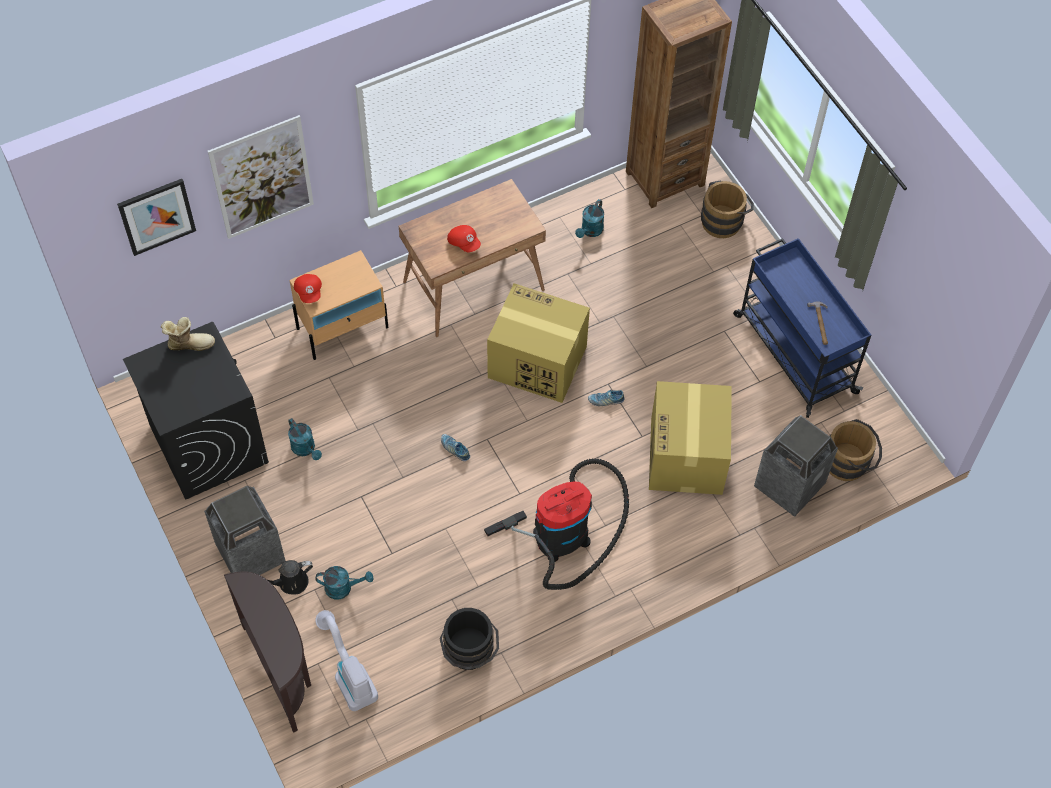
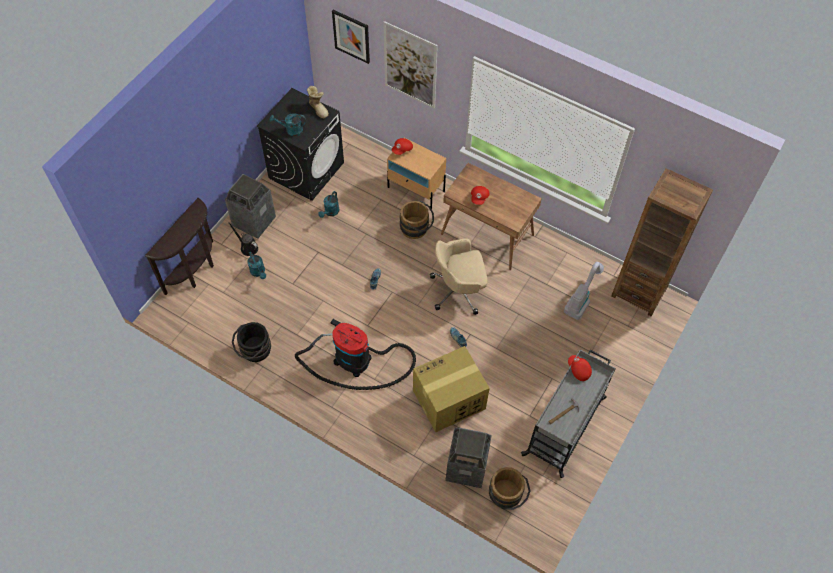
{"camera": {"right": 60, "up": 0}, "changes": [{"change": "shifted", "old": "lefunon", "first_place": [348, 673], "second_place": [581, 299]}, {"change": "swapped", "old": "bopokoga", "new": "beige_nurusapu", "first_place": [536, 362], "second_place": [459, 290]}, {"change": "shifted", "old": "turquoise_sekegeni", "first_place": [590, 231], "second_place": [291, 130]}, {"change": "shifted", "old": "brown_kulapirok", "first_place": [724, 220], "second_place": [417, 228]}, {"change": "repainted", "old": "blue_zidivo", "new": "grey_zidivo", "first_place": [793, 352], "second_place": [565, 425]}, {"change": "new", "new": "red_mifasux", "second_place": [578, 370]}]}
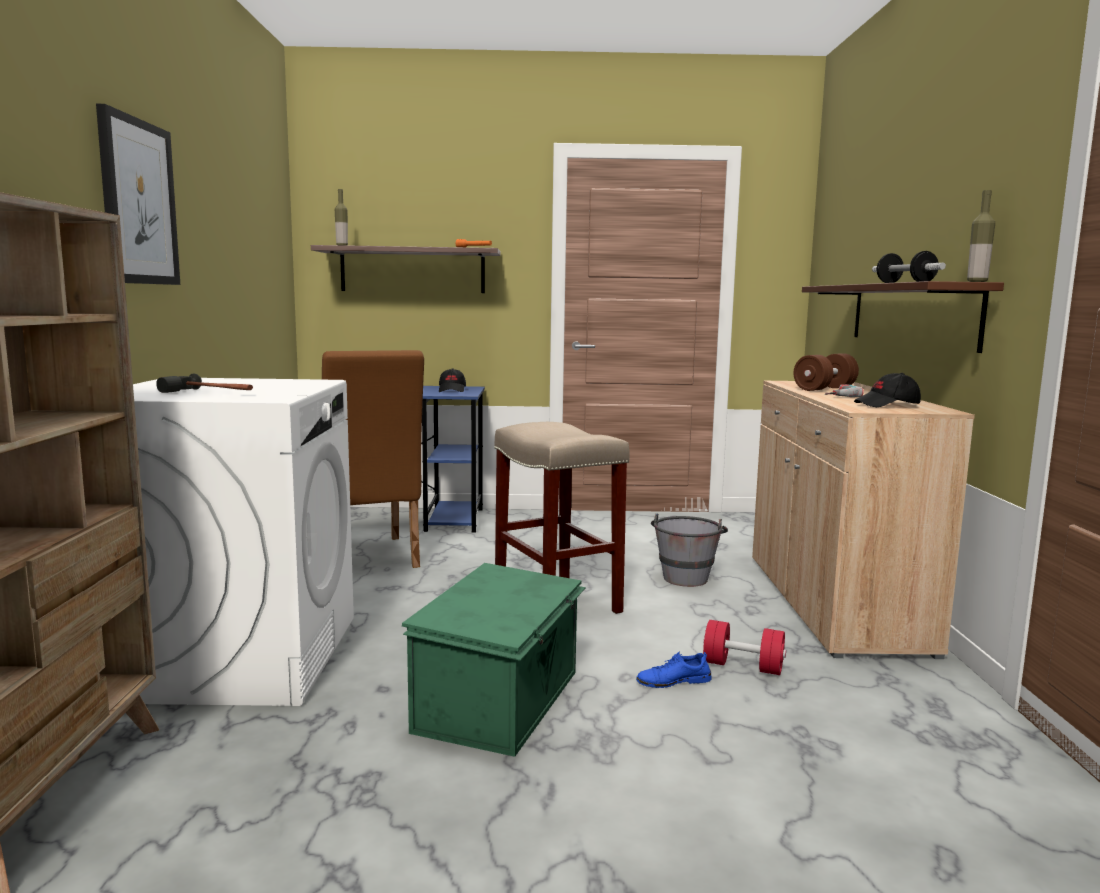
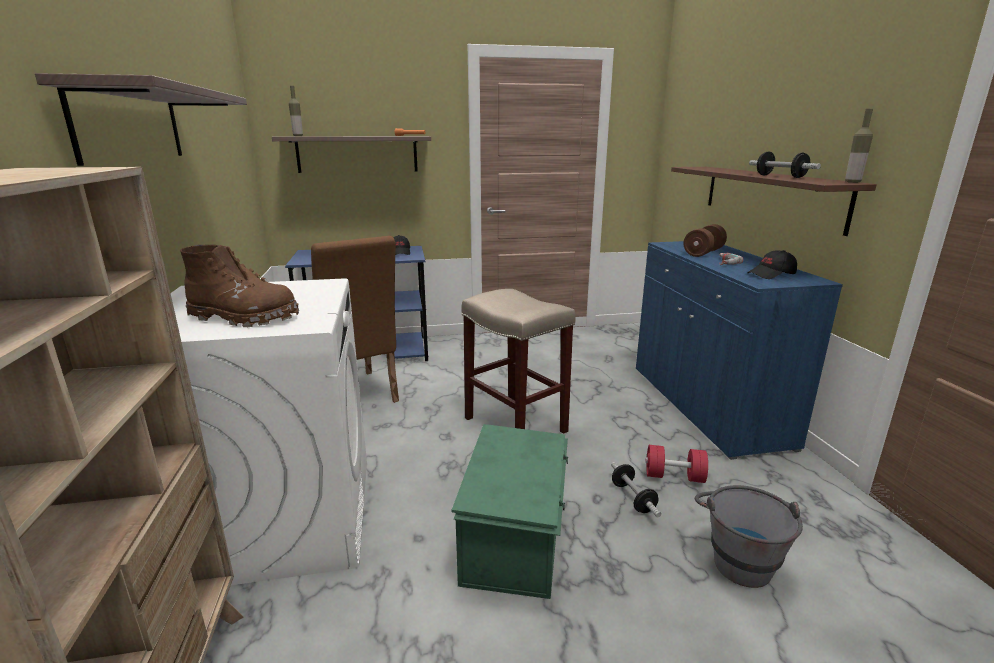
{"camera": {"right": -10, "up": 10}, "changes": [{"change": "swapped", "old": "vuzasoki", "new": "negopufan", "first_place": [138, 202], "second_place": [131, 124]}, {"change": "swapped", "old": "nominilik", "new": "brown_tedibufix", "first_place": [210, 393], "second_place": [244, 318]}, {"change": "swapped", "old": "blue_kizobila", "new": "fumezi", "first_place": [673, 681], "second_place": [633, 498]}, {"change": "shifted", "old": "grey_kulapirok", "first_place": [686, 575], "second_place": [737, 557]}, {"change": "repainted", "old": "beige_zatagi", "new": "blue_zatagi", "first_place": [833, 603], "second_place": [706, 405]}]}
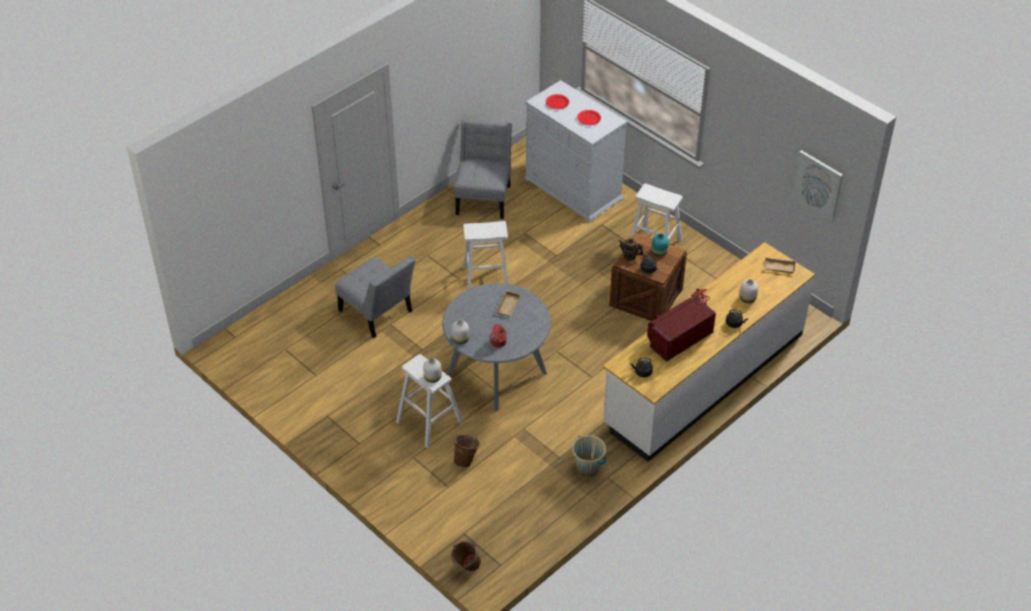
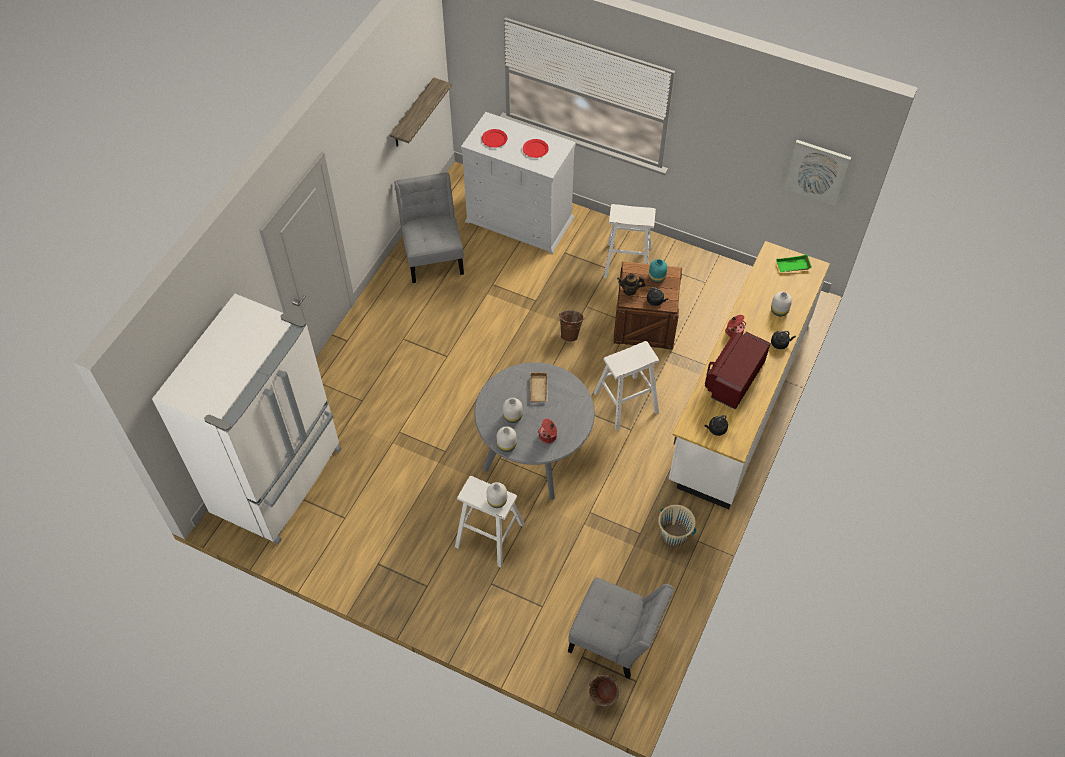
{"camera": {"right": -20, "up": 10}, "changes": [{"change": "shifted", "old": "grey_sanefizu", "first_place": [378, 313], "second_place": [615, 640]}, {"change": "shifted", "old": "brown_kulapirok", "first_place": [466, 460], "second_place": [570, 333]}, {"change": "shifted", "old": "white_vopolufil", "first_place": [486, 280], "second_place": [626, 402]}, {"change": "repainted", "old": "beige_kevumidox", "new": "green_kevumidox", "first_place": [778, 268], "second_place": [792, 266]}, {"change": "new", "new": "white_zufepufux", "second_place": [280, 481]}, {"change": "new", "new": "negopufan", "second_place": [413, 114]}, {"change": "new", "new": "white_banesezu", "second_place": [512, 416]}]}
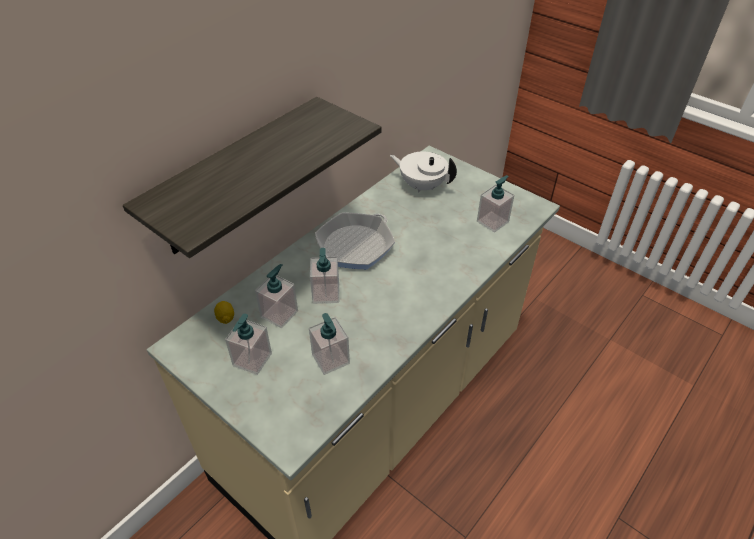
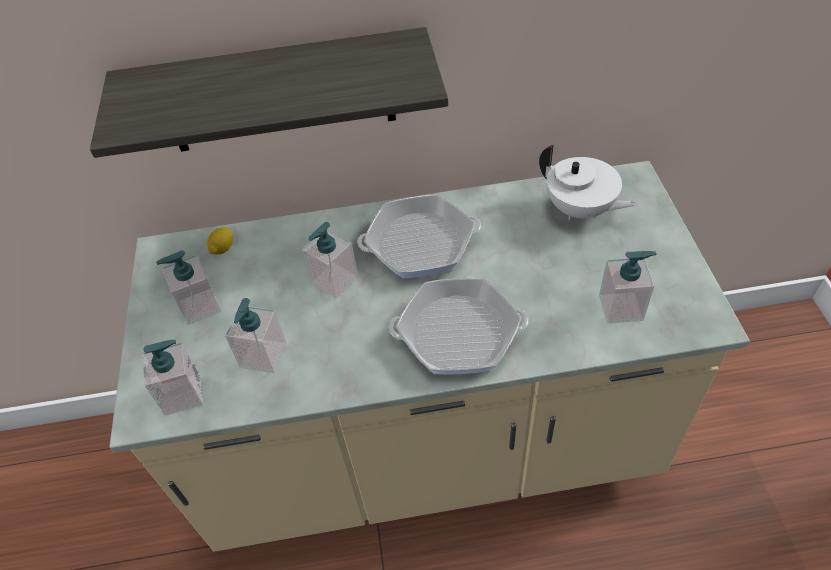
{"camera": {"right": 45, "up": 5}, "changes": [{"change": "shifted", "old": "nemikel", "first_place": [279, 314], "second_place": [183, 394]}, {"change": "rotated", "old": "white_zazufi", "first_place": [422, 185], "second_place": [580, 210], "degrees": 150}, {"change": "new", "new": "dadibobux", "second_place": [458, 333]}]}
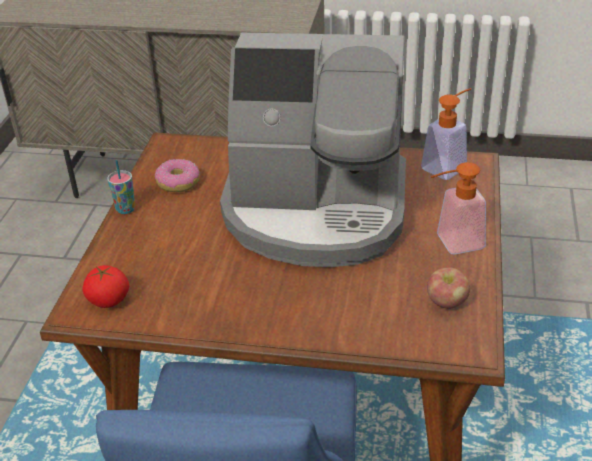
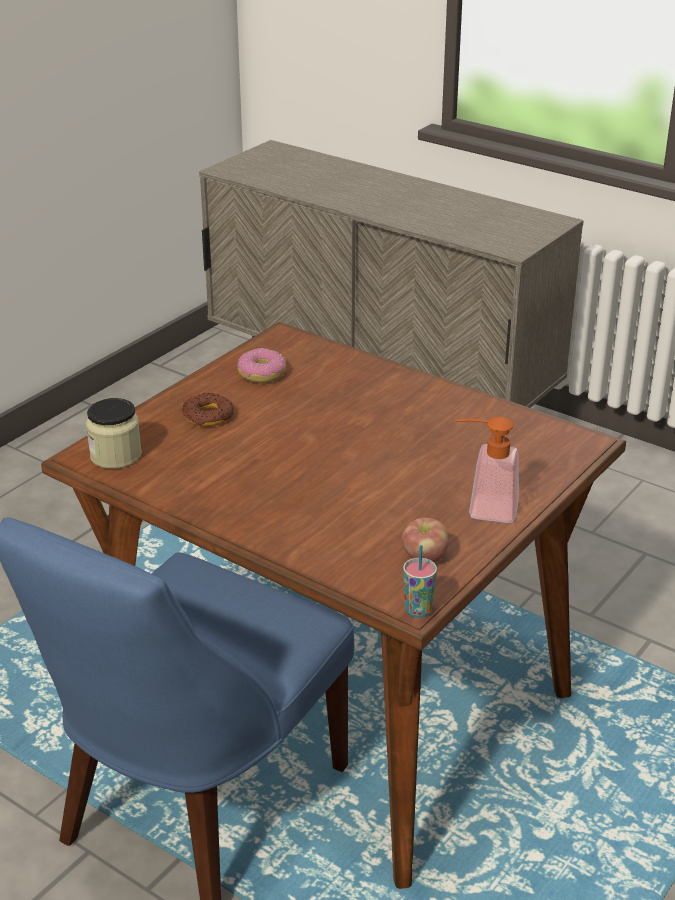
{"camera": {"right": 25, "up": -5}, "changes": [{"change": "swapped", "old": "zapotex", "new": "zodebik", "first_place": [109, 300], "second_place": [116, 456]}, {"change": "shifted", "old": "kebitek", "first_place": [125, 209], "second_place": [418, 610]}, {"change": "gone", "old": "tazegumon", "first_place": [316, 211]}, {"change": "gone", "old": "nemikel", "first_place": [448, 165]}, {"change": "new", "new": "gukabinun", "second_place": [208, 416]}]}
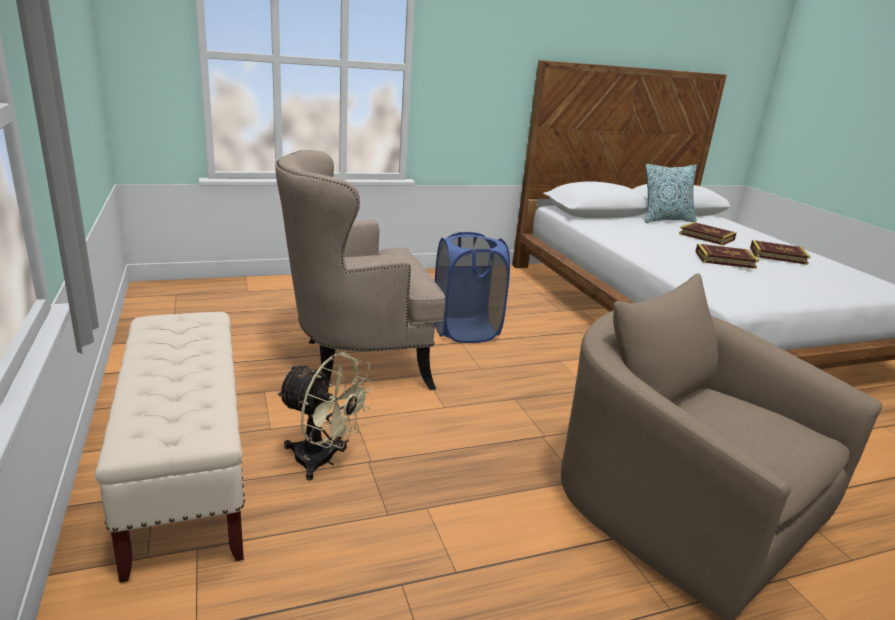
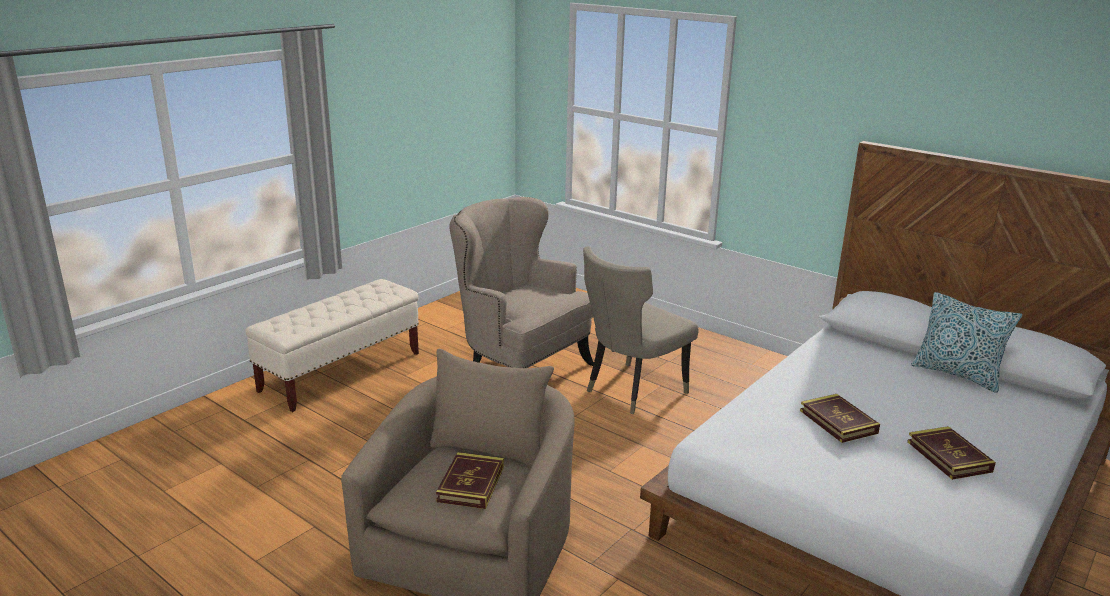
{"camera": {"right": 60, "up": 0}, "changes": [{"change": "gone", "old": "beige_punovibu", "first_place": [323, 461]}, {"change": "swapped", "old": "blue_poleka", "new": "beige_sanefizu", "first_place": [465, 331], "second_place": [631, 391]}, {"change": "shifted", "old": "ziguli", "first_place": [706, 236], "second_place": [471, 484]}]}
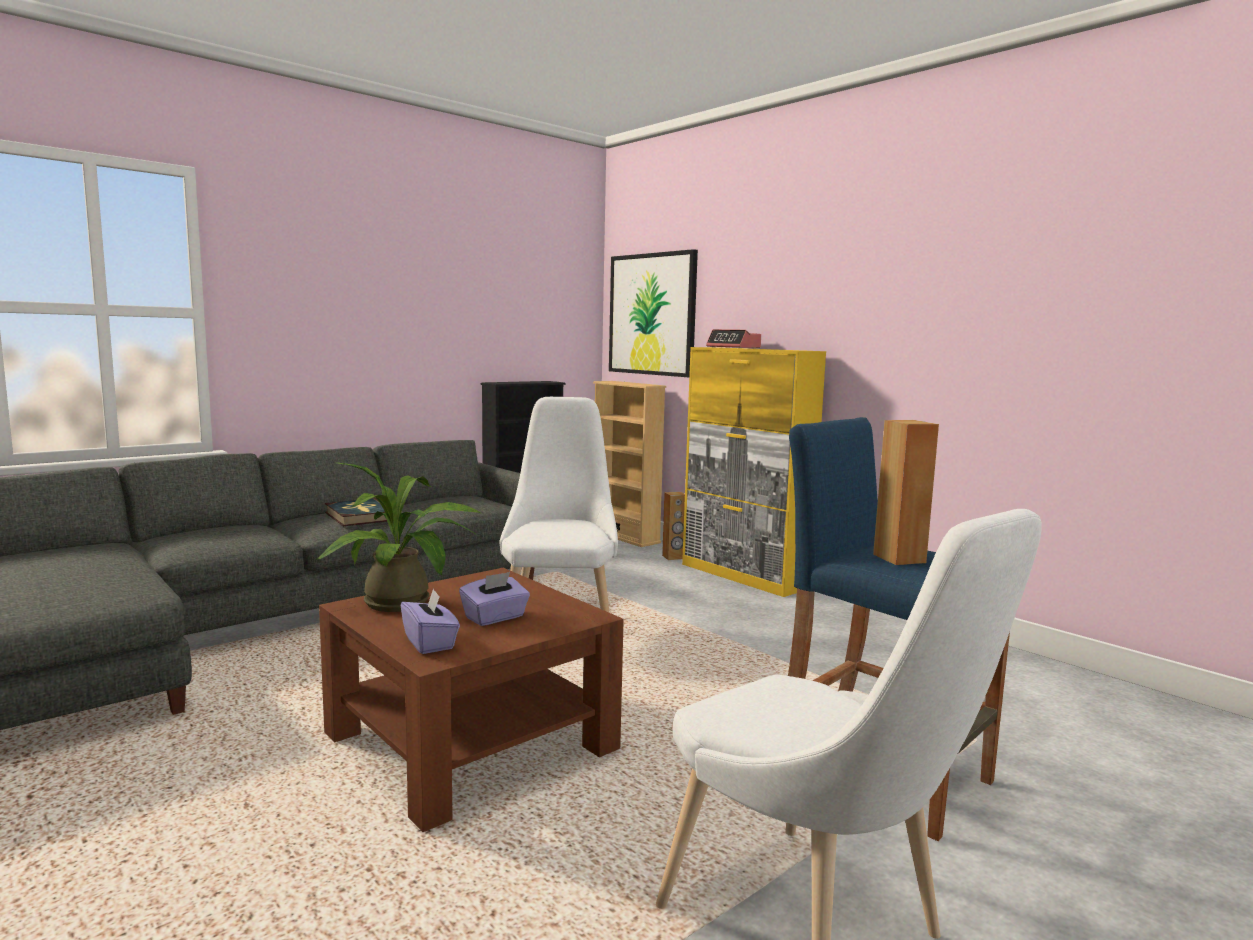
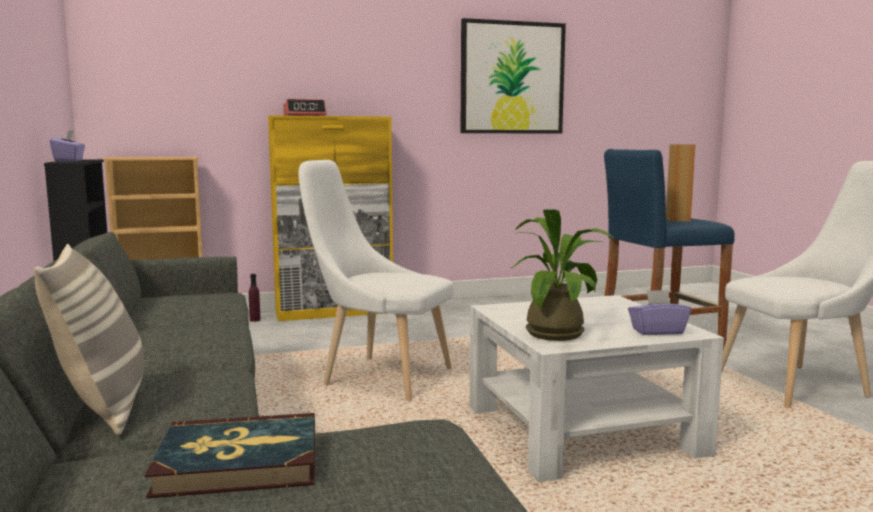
{"camera": {"right": -65, "up": 0}, "changes": [{"change": "repainted", "old": "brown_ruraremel", "new": "white_ruraremel", "first_place": [470, 742], "second_place": [582, 430]}, {"change": "shifted", "old": "ziguli", "first_place": [361, 516], "second_place": [239, 461]}, {"change": "shifted", "old": "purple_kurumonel", "first_place": [495, 618], "second_place": [69, 161]}, {"change": "shifted", "old": "vuzasoki", "first_place": [652, 314], "second_place": [512, 78]}, {"change": "swapped", "old": "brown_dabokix", "new": "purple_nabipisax", "first_place": [673, 557], "second_place": [255, 320]}, {"change": "new", "new": "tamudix", "second_place": [104, 406]}]}
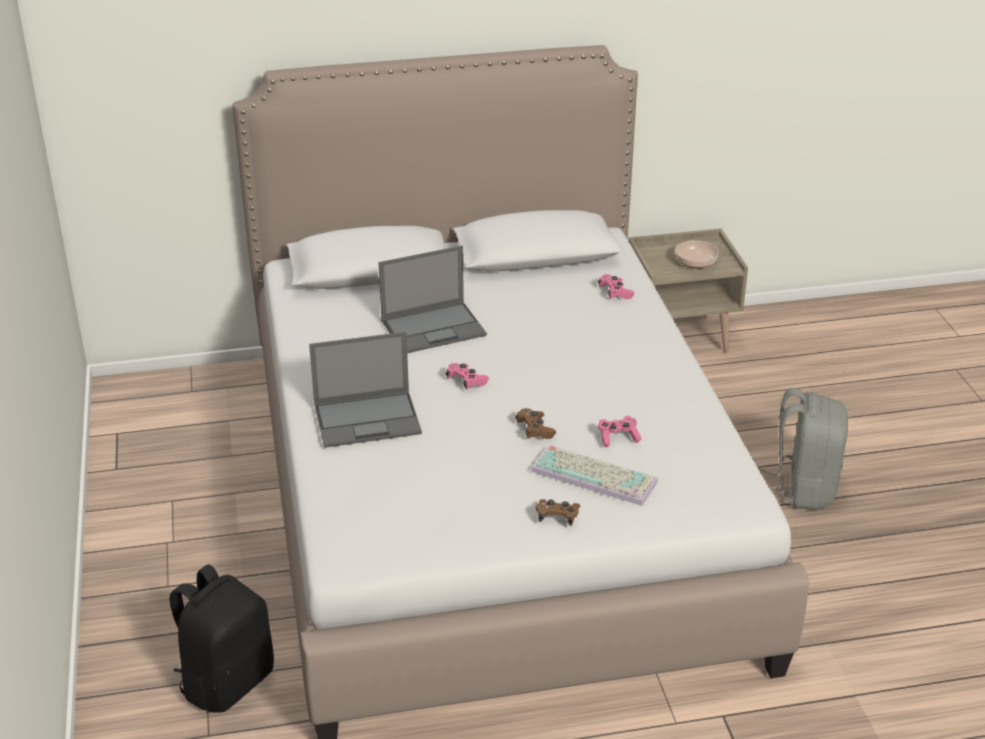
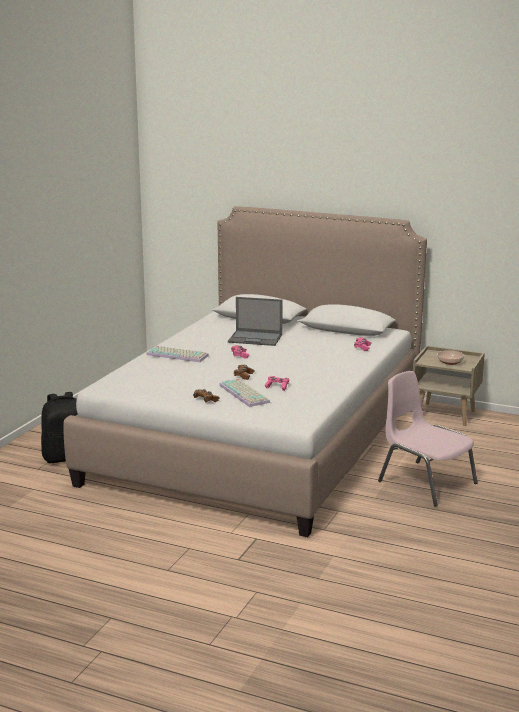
{"camera": {"right": 35, "up": -15}, "changes": [{"change": "swapped", "old": "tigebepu", "new": "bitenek", "first_place": [368, 419], "second_place": [178, 355]}, {"change": "swapped", "old": "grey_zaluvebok", "new": "pink_sanefizu", "first_place": [802, 488], "second_place": [425, 482]}]}
